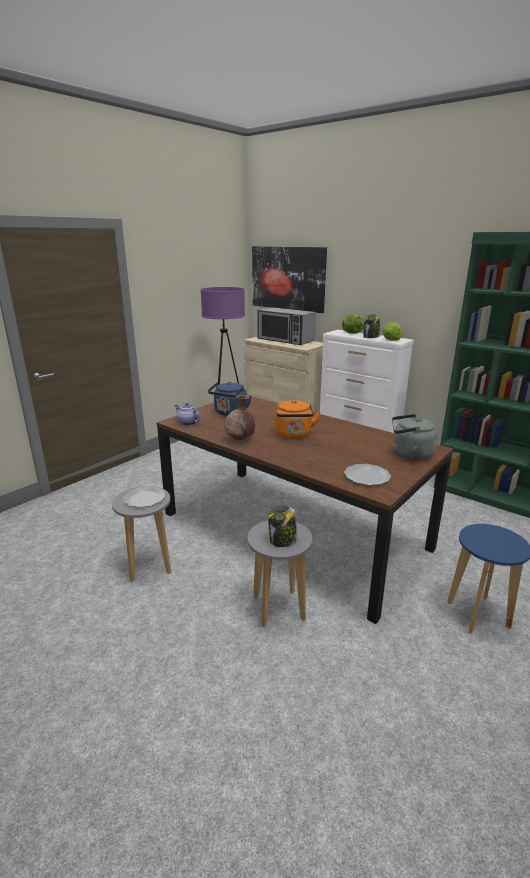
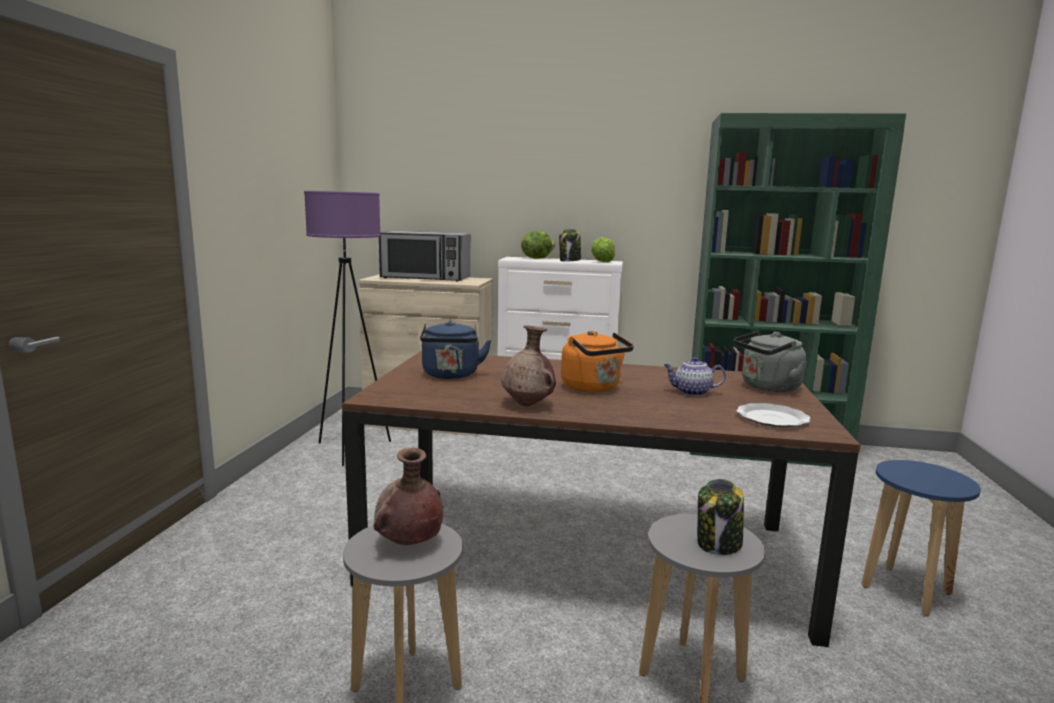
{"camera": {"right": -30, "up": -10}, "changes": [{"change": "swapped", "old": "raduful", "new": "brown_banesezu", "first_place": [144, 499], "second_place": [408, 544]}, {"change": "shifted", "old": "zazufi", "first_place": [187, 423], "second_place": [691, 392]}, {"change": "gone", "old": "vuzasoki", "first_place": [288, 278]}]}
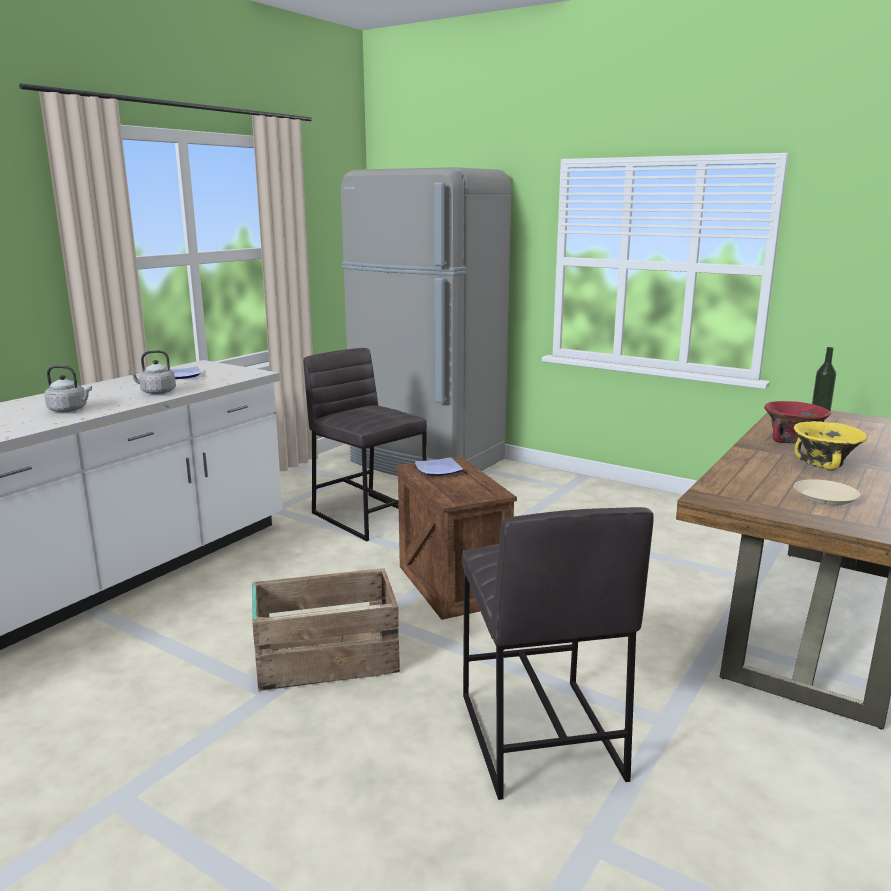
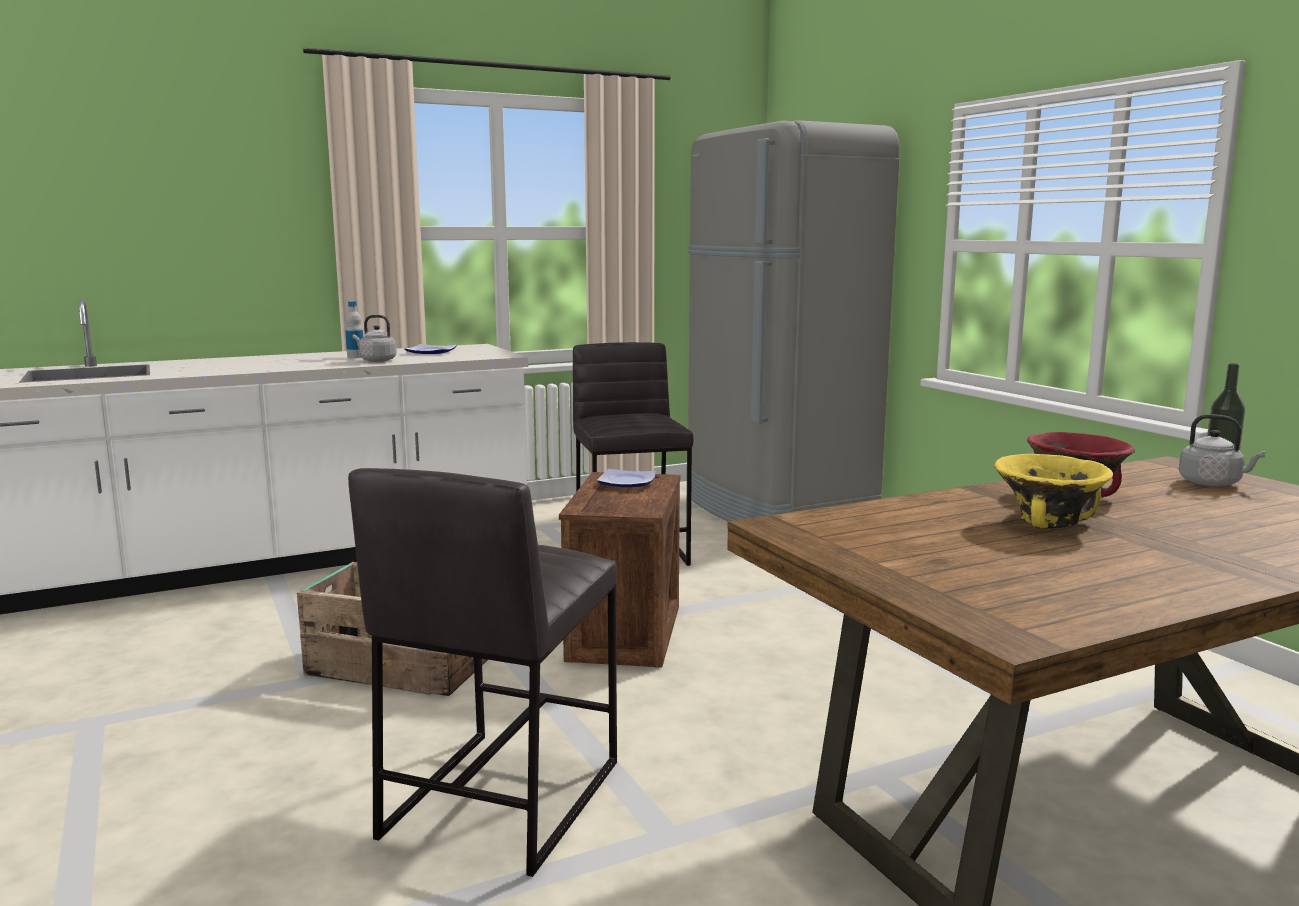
{"camera": {"right": 30, "up": -5}, "changes": [{"change": "shifted", "old": "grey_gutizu", "first_place": [69, 410], "second_place": [1213, 483]}, {"change": "gone", "old": "beige_raduful", "first_place": [824, 497]}, {"change": "new", "new": "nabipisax", "second_place": [356, 357]}]}
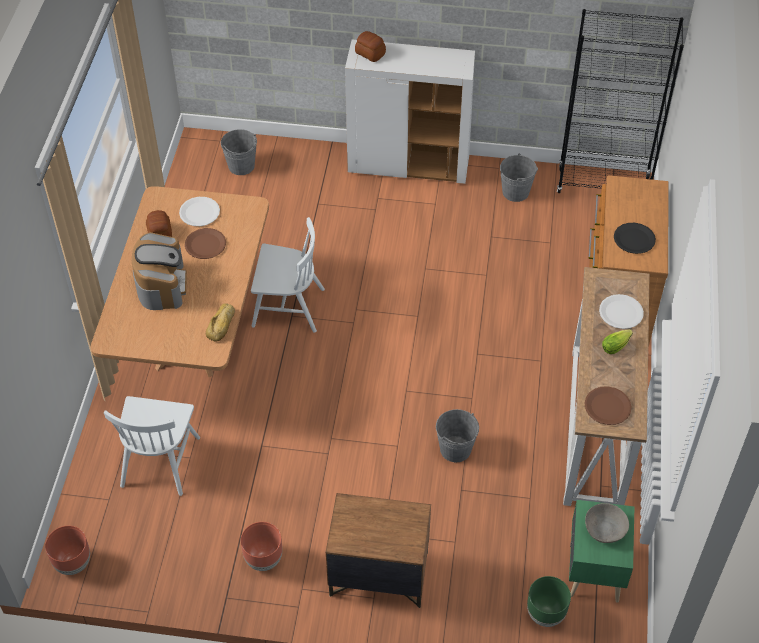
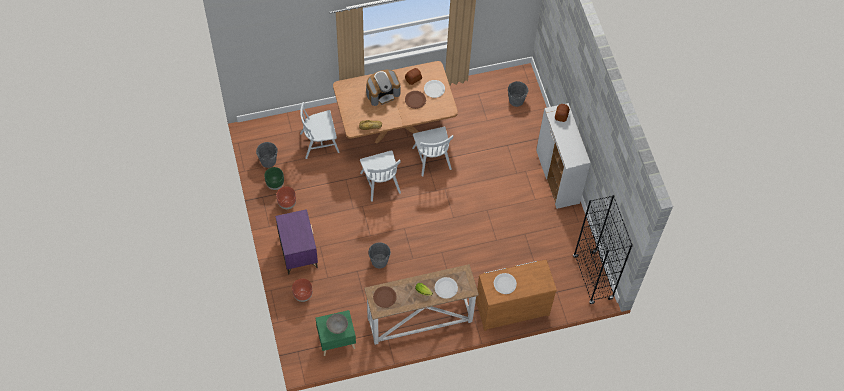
{"camera": {"right": 65, "up": 10}, "changes": [{"change": "shifted", "old": "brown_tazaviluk", "first_place": [72, 563], "second_place": [303, 295]}, {"change": "repainted", "old": "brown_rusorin", "new": "purple_rusorin", "first_place": [378, 574], "second_place": [298, 251]}, {"change": "shifted", "old": "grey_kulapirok", "first_place": [515, 192], "second_place": [268, 161]}, {"change": "shifted", "old": "green_tazaviluk", "first_place": [545, 614], "second_place": [275, 184]}, {"change": "repainted", "old": "black_raduful", "new": "white_raduful", "first_place": [634, 239], "second_place": [505, 284]}, {"change": "new", "new": "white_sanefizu", "second_place": [380, 182]}]}
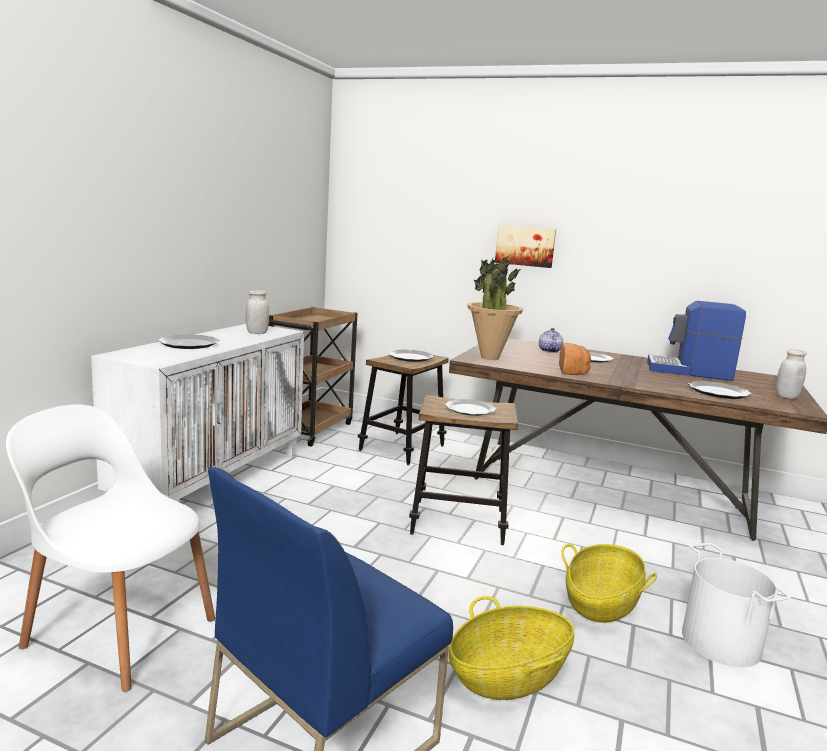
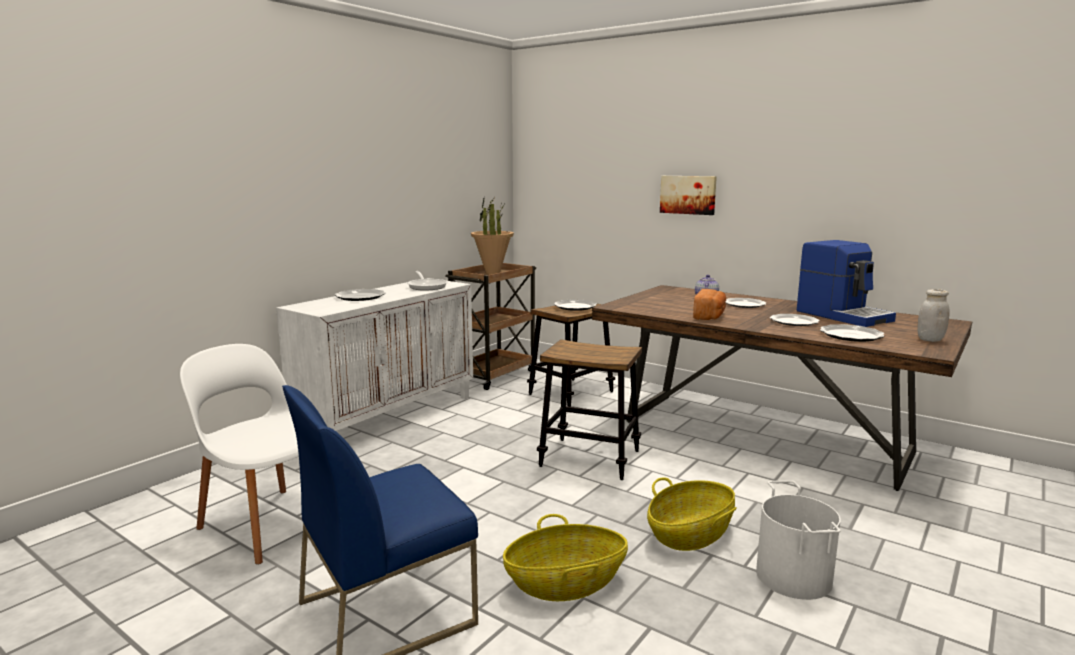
{"camera": {"right": 15, "up": 0}, "changes": [{"change": "swapped", "old": "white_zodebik", "new": "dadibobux", "first_place": [257, 333], "second_place": [427, 286]}, {"change": "shifted", "old": "raduful", "first_place": [469, 410], "second_place": [793, 322]}, {"change": "shifted", "old": "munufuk", "first_place": [489, 358], "second_place": [492, 273]}, {"change": "rotated", "old": "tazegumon", "first_place": [689, 371], "second_place": [843, 315], "degrees": -150}]}
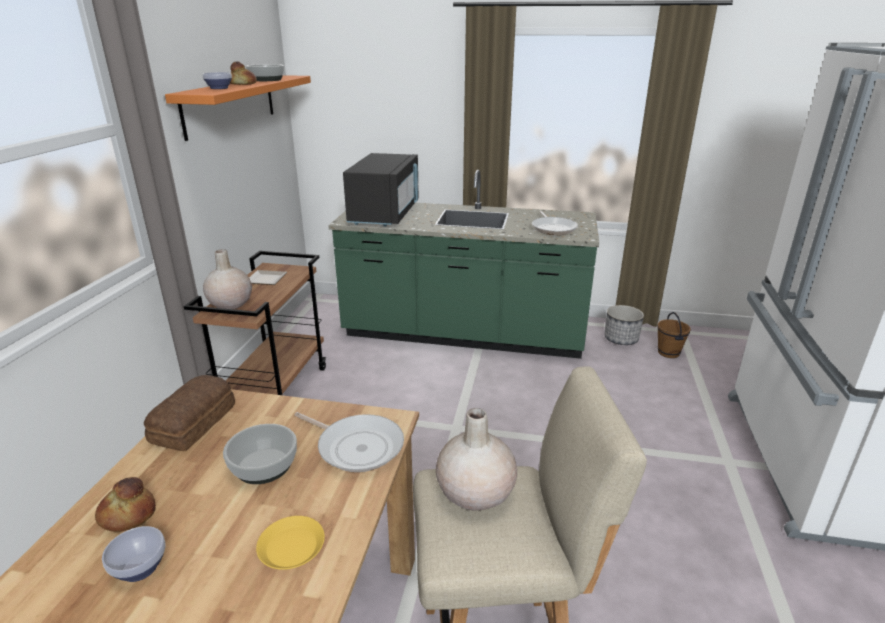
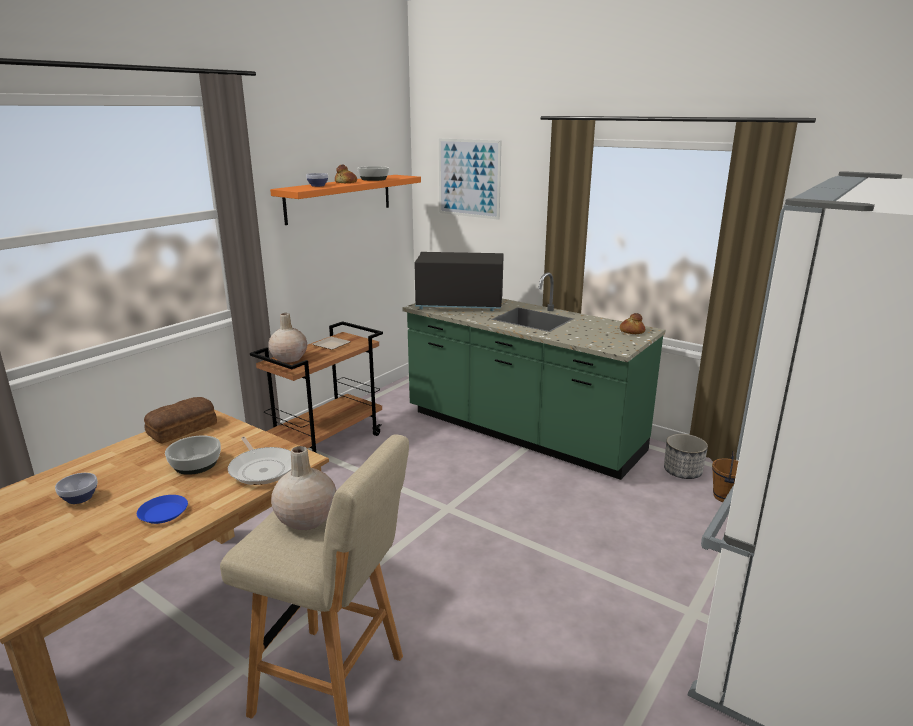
{"camera": {"right": 25, "up": -5}, "changes": [{"change": "shifted", "old": "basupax", "first_place": [127, 515], "second_place": [631, 331]}, {"change": "repainted", "old": "yellow_raduful", "new": "blue_raduful", "first_place": [292, 547], "second_place": [163, 513]}, {"change": "rotated", "old": "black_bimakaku", "first_place": [385, 214], "second_place": [459, 304], "degrees": -120}, {"change": "gone", "old": "dadibobux", "first_place": [553, 228]}, {"change": "new", "new": "vuzasoki", "second_place": [469, 178]}]}
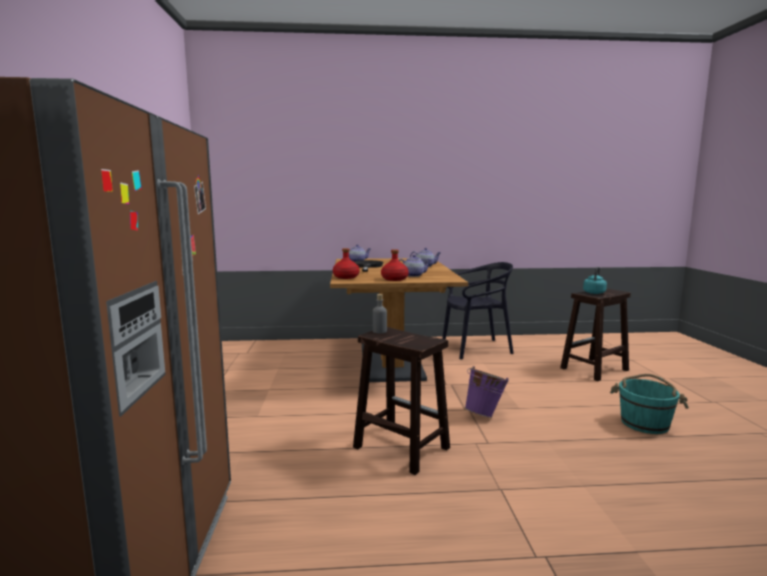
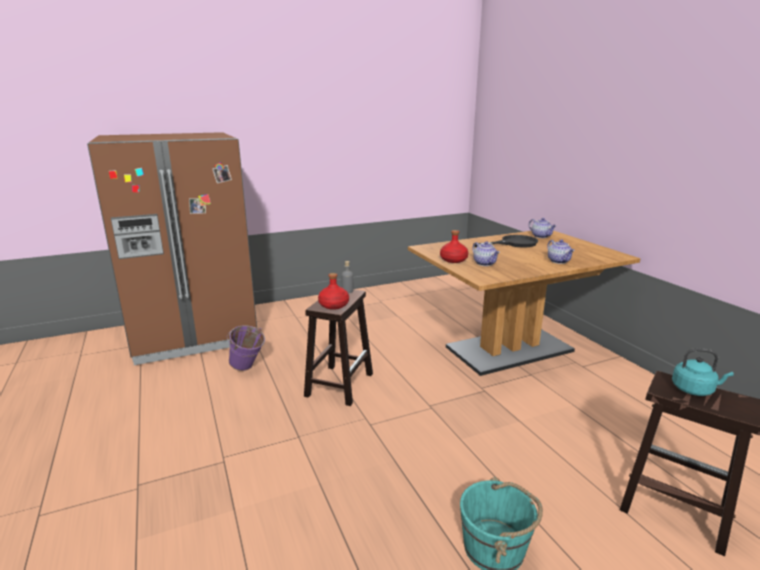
{"camera": {"right": 70, "up": 10}, "changes": [{"change": "shifted", "old": "red_nabipisax", "first_place": [345, 277], "second_place": [333, 305]}, {"change": "gone", "old": "black_sanefizu", "first_place": [475, 348]}, {"change": "shifted", "old": "purple_kulapirok", "first_place": [485, 414], "second_place": [248, 368]}]}
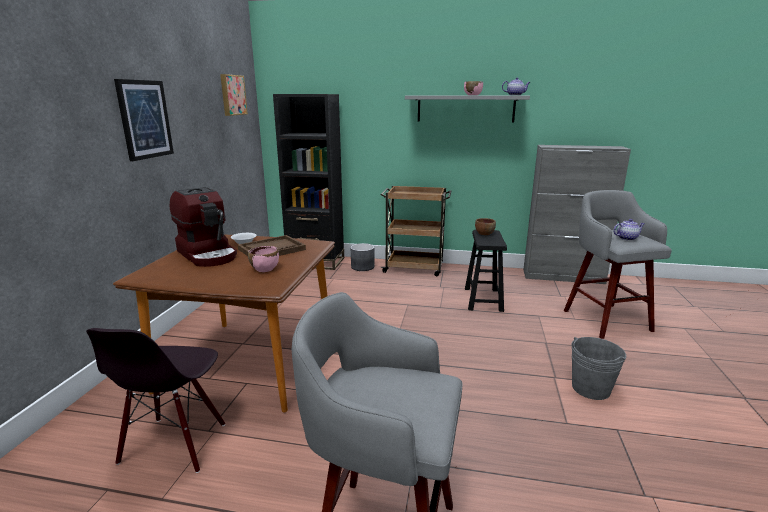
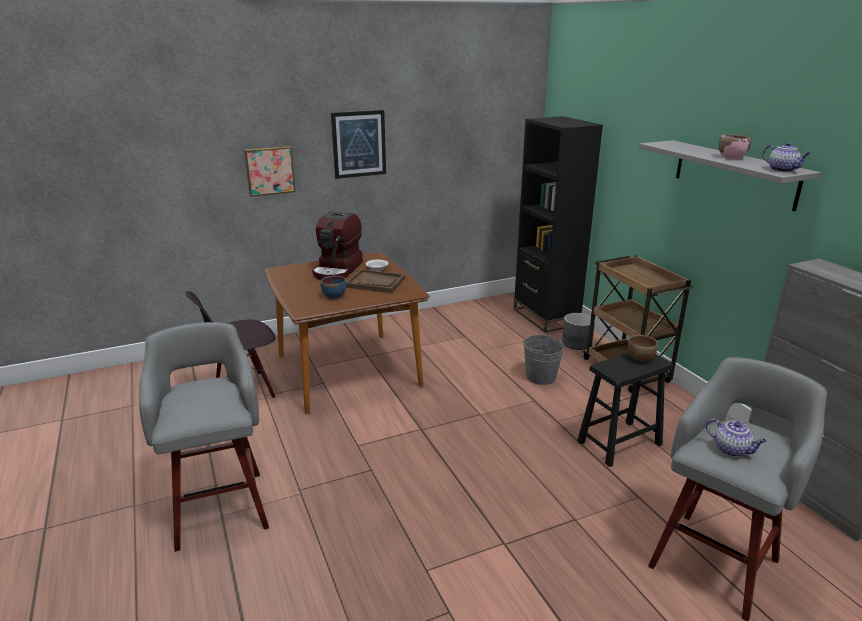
{"camera": {"right": 55, "up": 5}, "changes": [{"change": "shifted", "old": "vuzasoki", "first_place": [232, 95], "second_place": [269, 170]}, {"change": "repainted", "old": "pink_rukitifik", "new": "blue_rukitifik", "first_place": [265, 269], "second_place": [334, 296]}, {"change": "shifted", "old": "grey_kulapirok", "first_place": [590, 388], "second_place": [540, 377]}]}
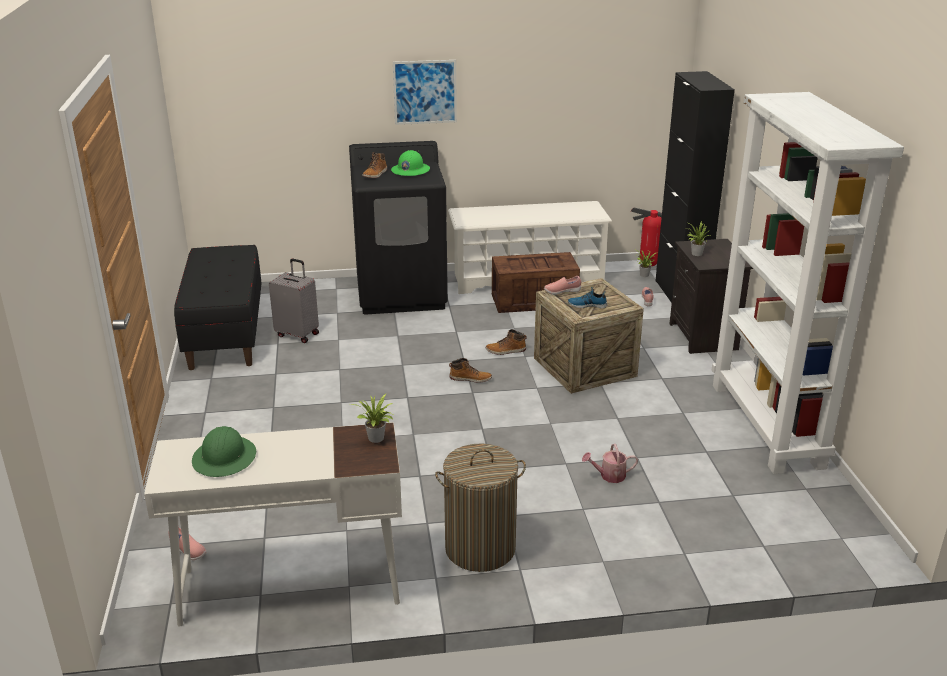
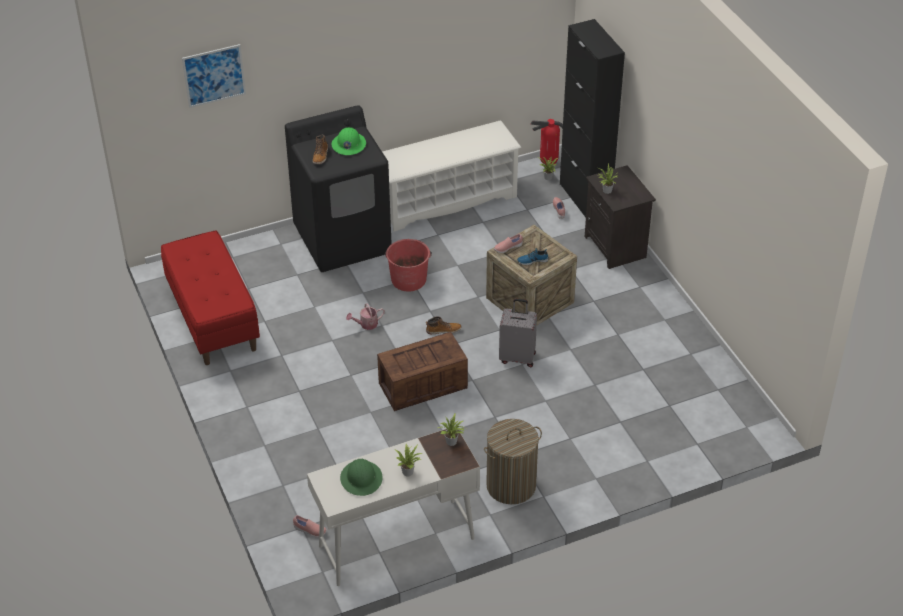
{"camera": {"right": -15, "up": 15}, "changes": [{"change": "repainted", "old": "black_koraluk", "new": "red_koraluk", "first_place": [225, 334], "second_place": [212, 319]}, {"change": "shifted", "old": "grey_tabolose", "first_place": [298, 334], "second_place": [517, 357]}, {"change": "shifted", "old": "vuzasoki", "first_place": [425, 92], "second_place": [214, 75]}, {"change": "gone", "old": "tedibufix", "first_place": [506, 351]}, {"change": "shifted", "old": "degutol", "first_place": [532, 301], "second_place": [422, 386]}, {"change": "shifted", "old": "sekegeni", "first_place": [609, 476], "second_place": [366, 324]}, {"change": "gone", "old": "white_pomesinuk", "first_place": [768, 425]}, {"change": "new", "new": "red_kulapirok", "second_place": [408, 279]}, {"change": "new", "new": "munufuk", "second_place": [409, 471]}]}
